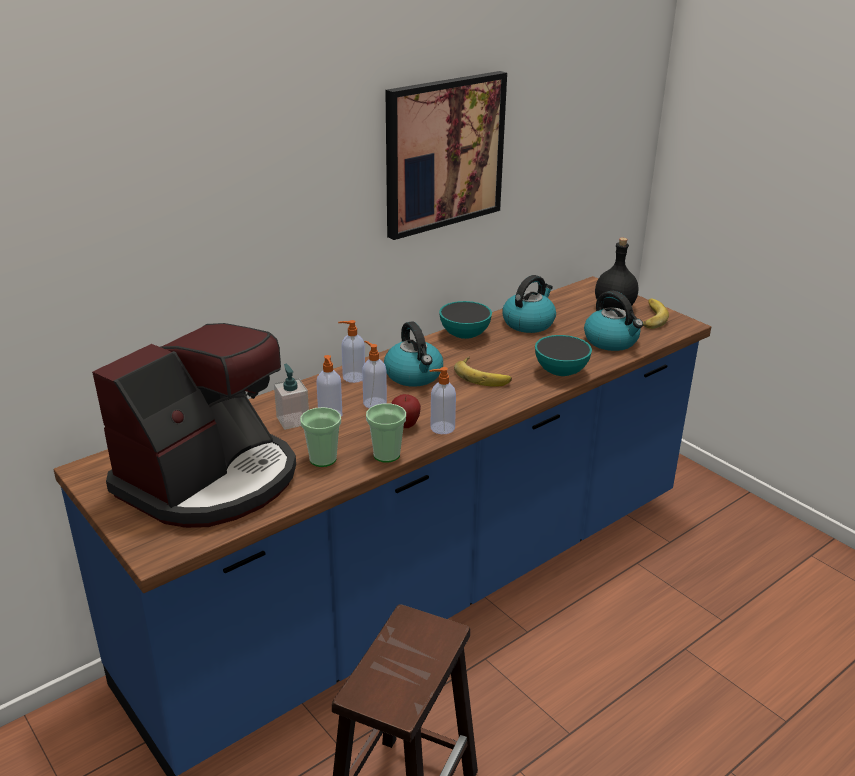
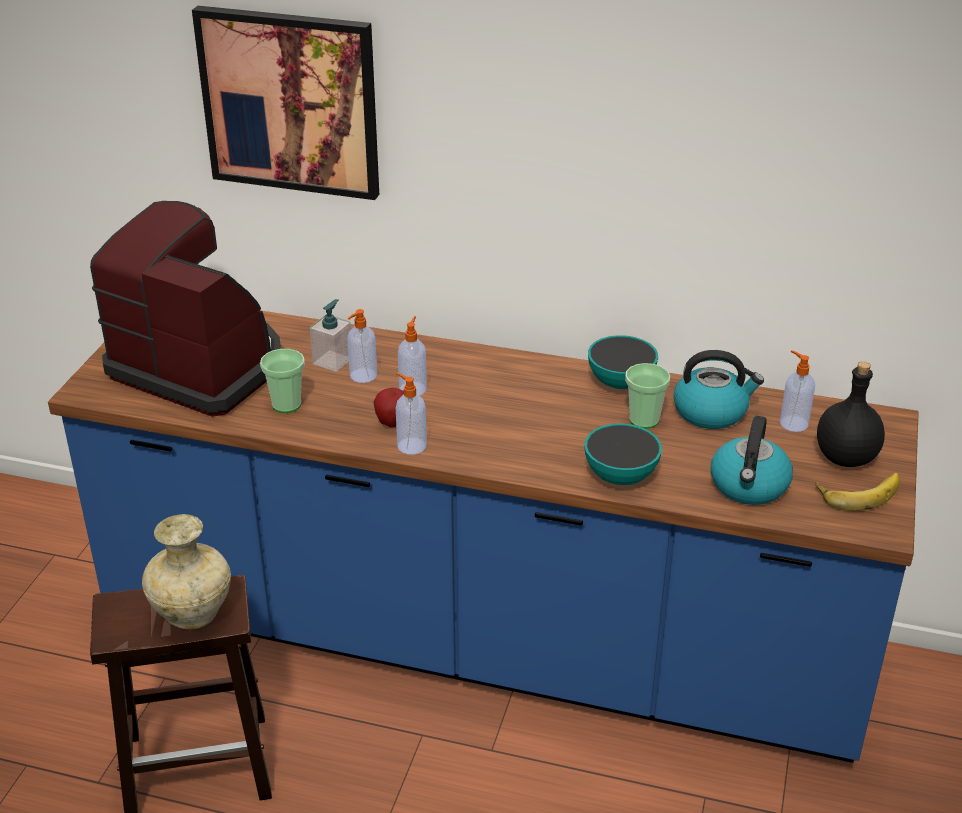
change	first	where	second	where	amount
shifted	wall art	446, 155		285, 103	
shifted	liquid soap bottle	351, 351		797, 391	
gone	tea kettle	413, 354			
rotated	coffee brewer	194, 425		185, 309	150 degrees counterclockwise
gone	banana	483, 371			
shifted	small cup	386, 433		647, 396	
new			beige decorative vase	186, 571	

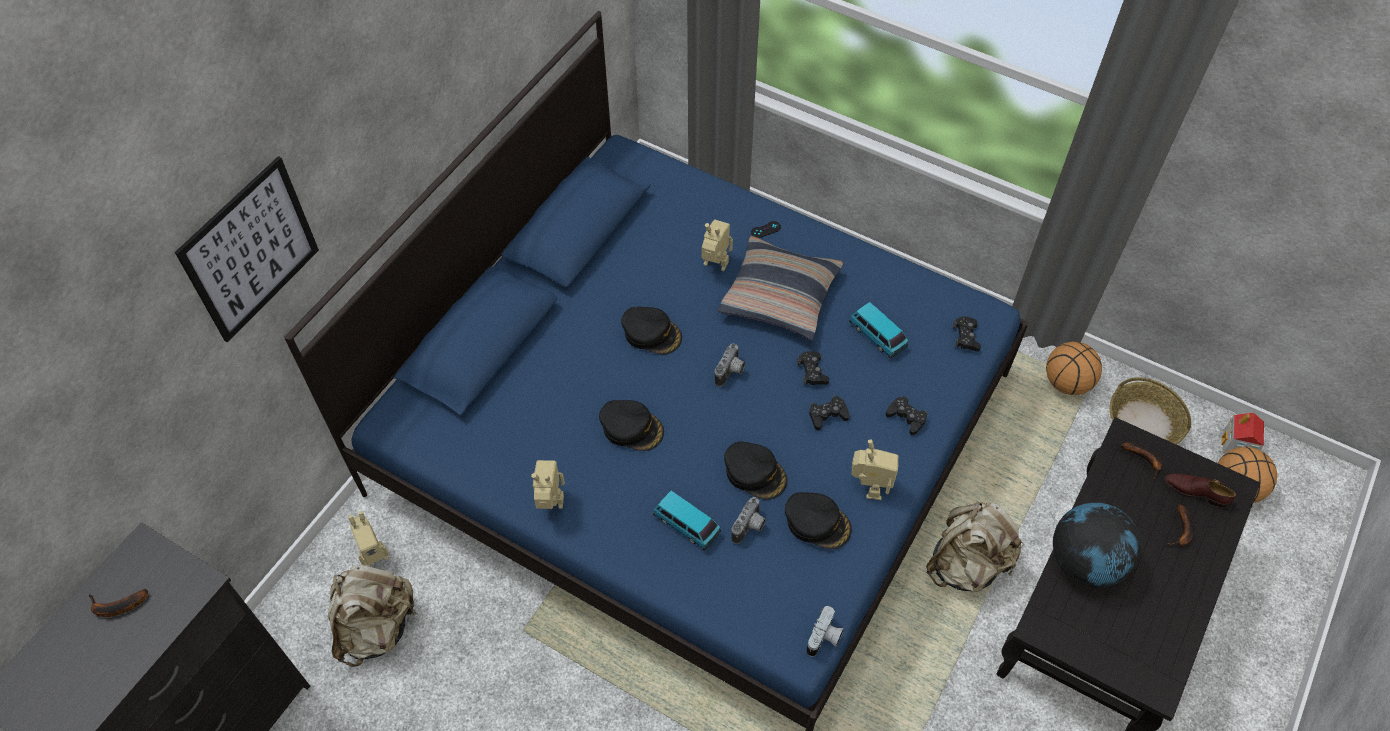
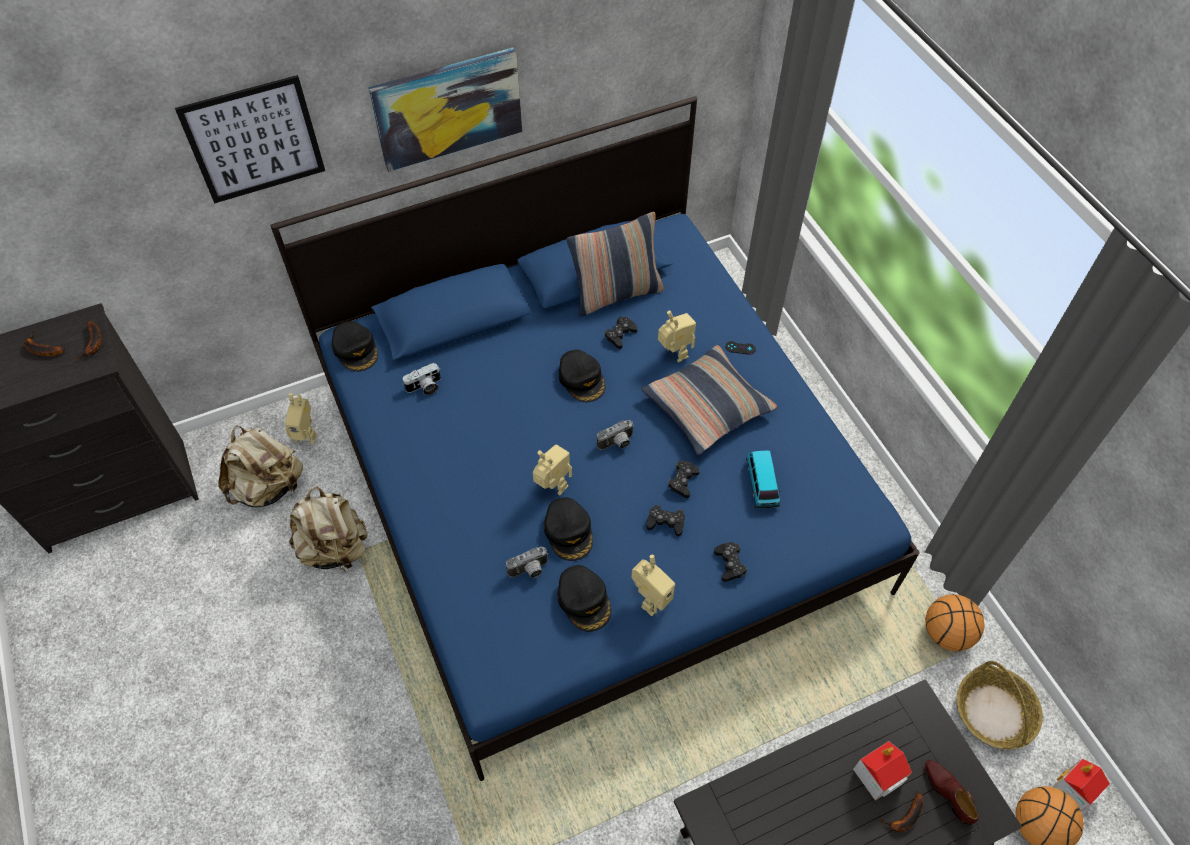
change	first	where	second	where	amount
shifted	black gamepad	967, 334		621, 332	
shifted	black baseball cap	631, 425		355, 346	
shifted	banana	1141, 461		88, 340	
shifted	model robot	548, 484		552, 470	
gone	miniature car	687, 521			
shifted	beige knapsack	975, 547		328, 529	
gone	world globe	1097, 545			
shifted	photo camera	825, 631		422, 379	
new			wall art	445, 109	
new			throw pillow	615, 264	
new			miniature house	882, 771	

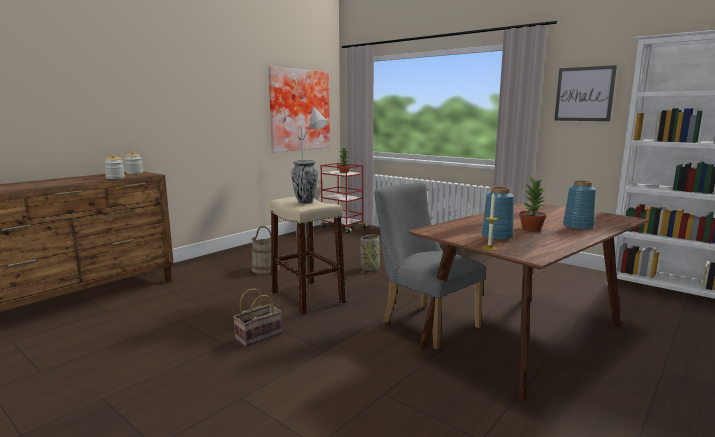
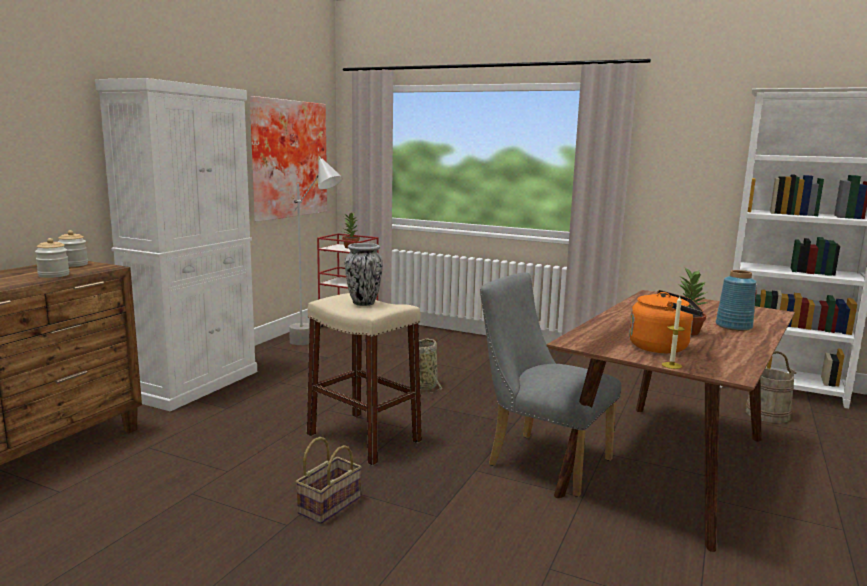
change	first	where	second	where	amount
gone	wall art	585, 93			
swapped	bluish decorative vase	498, 213	orange tea kettle	666, 321	
shifted	beige water bucket	265, 250		771, 387	
new			white-coloured storage cabinet	176, 244	

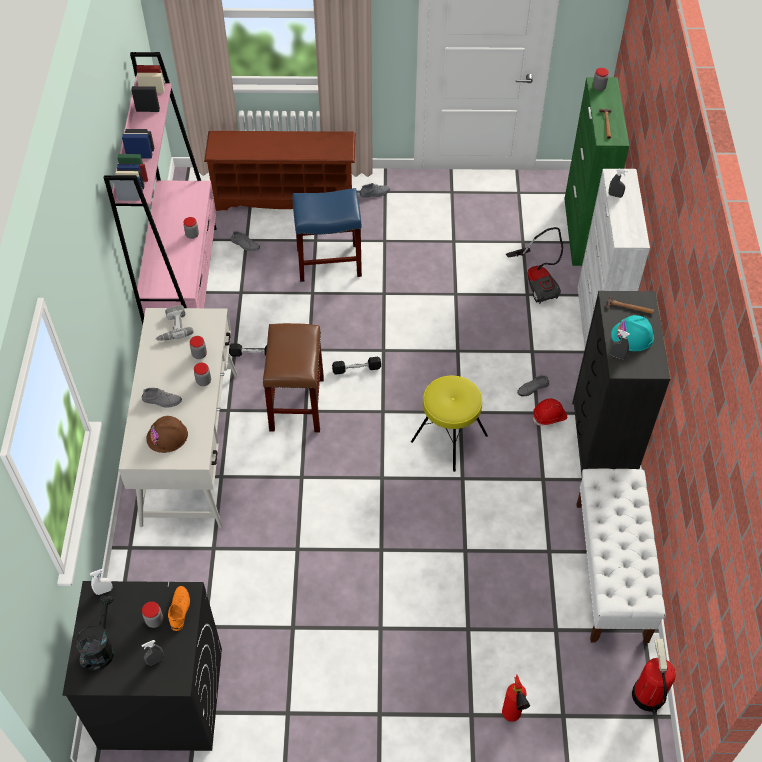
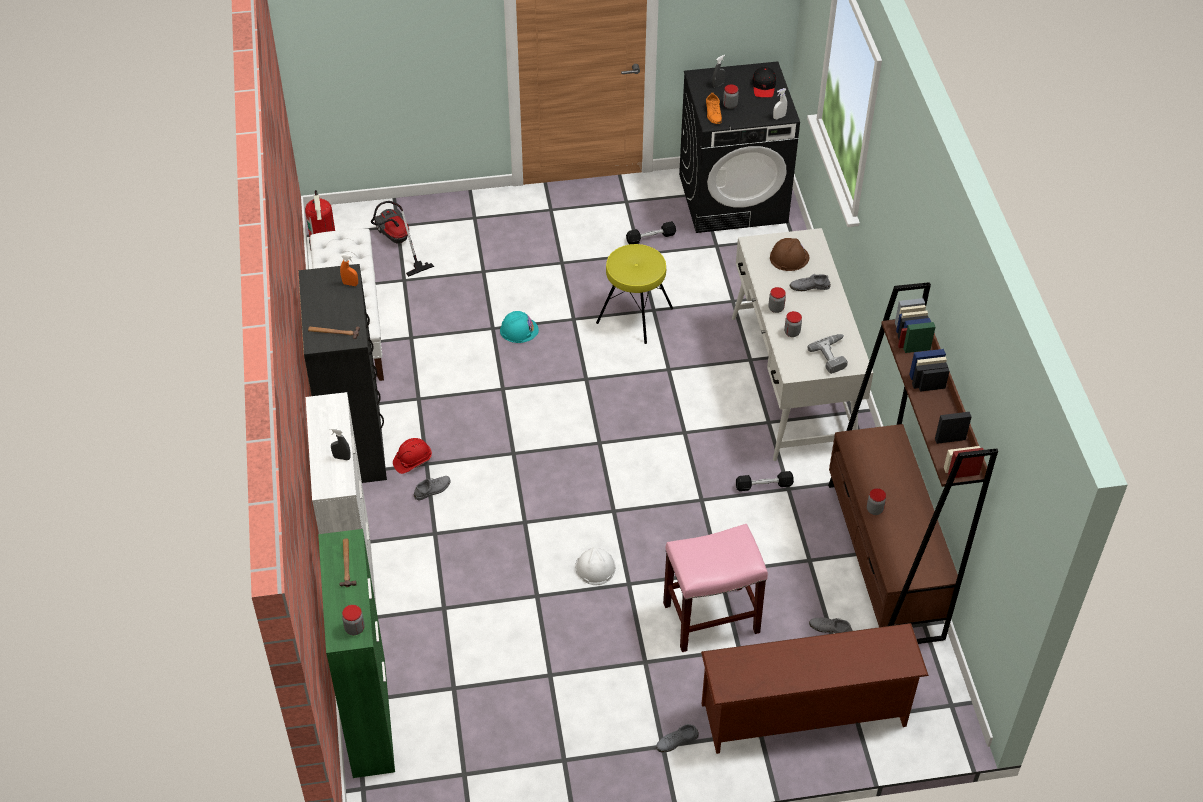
change	first	where	second	where	amount
repainted	pink-coloured shelving unit	160, 188	brown shelving unit	913, 463	
repainted	bluish stool seat	327, 235	pink-coloured stool seat	715, 588	
shifted	vacuum	534, 265		402, 239	
shifted	turquoise-coloured safety helmet	632, 333		519, 327	
gone	brown stool seat	293, 378			
repainted	gray sprayer	619, 344	orange sprayer	349, 270	
shifted	black free weight	356, 366		651, 232	
shifted	yellow-coloured stool seat	449, 424		634, 294	
swapped	black watering pot	94, 633	black baseball cap	764, 82	
gone	extinguisher	516, 698			
new			white-coloured safety helmet	595, 566	

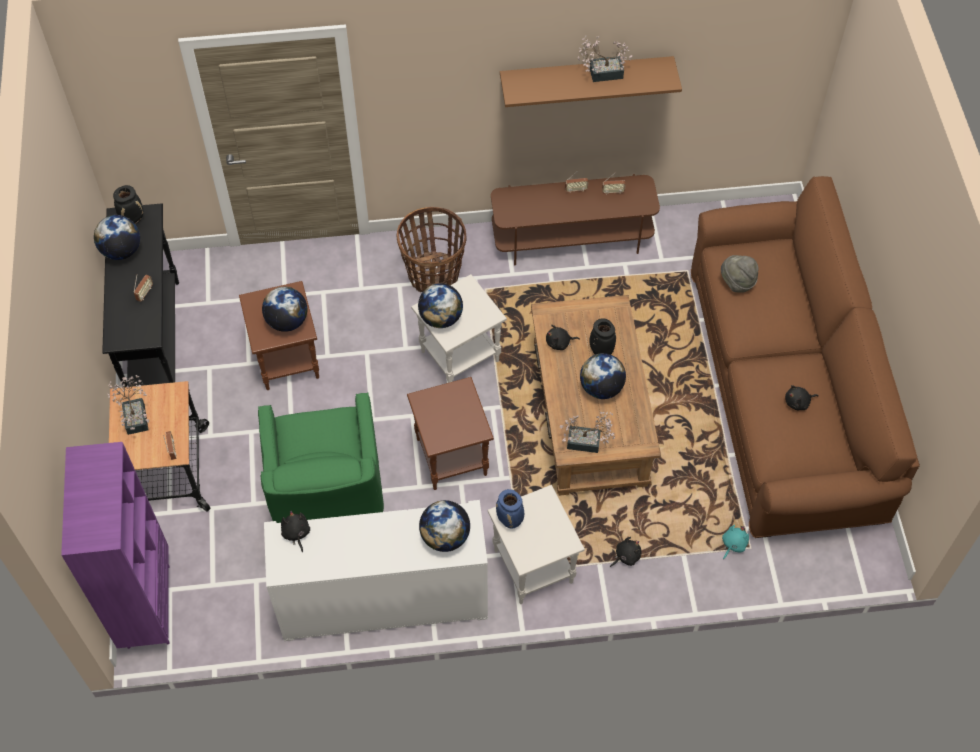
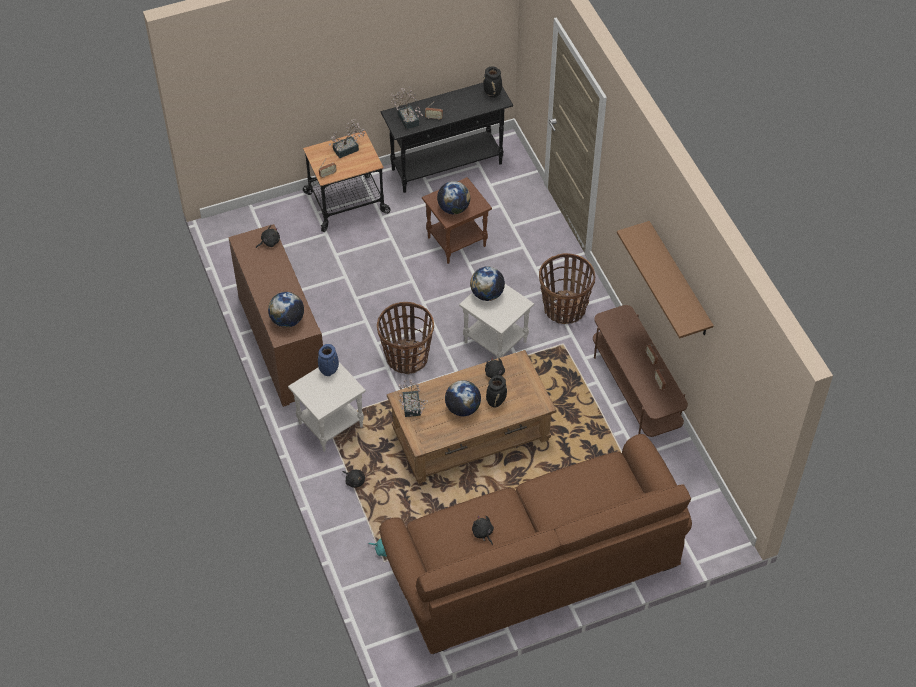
change	first	where	second	where	amount
shifted	houseplant	605, 58		407, 107	
gone	world globe	117, 237			
gone	gray clothing hat	740, 274			
swapped	brown end table	450, 433	basket	405, 338	
gone	green lounge chair	321, 457			
gone	purple-coloured shelving unit	115, 545			
repainted	white-coloured storage cabinet	376, 570	brown storage cabinet	275, 315	

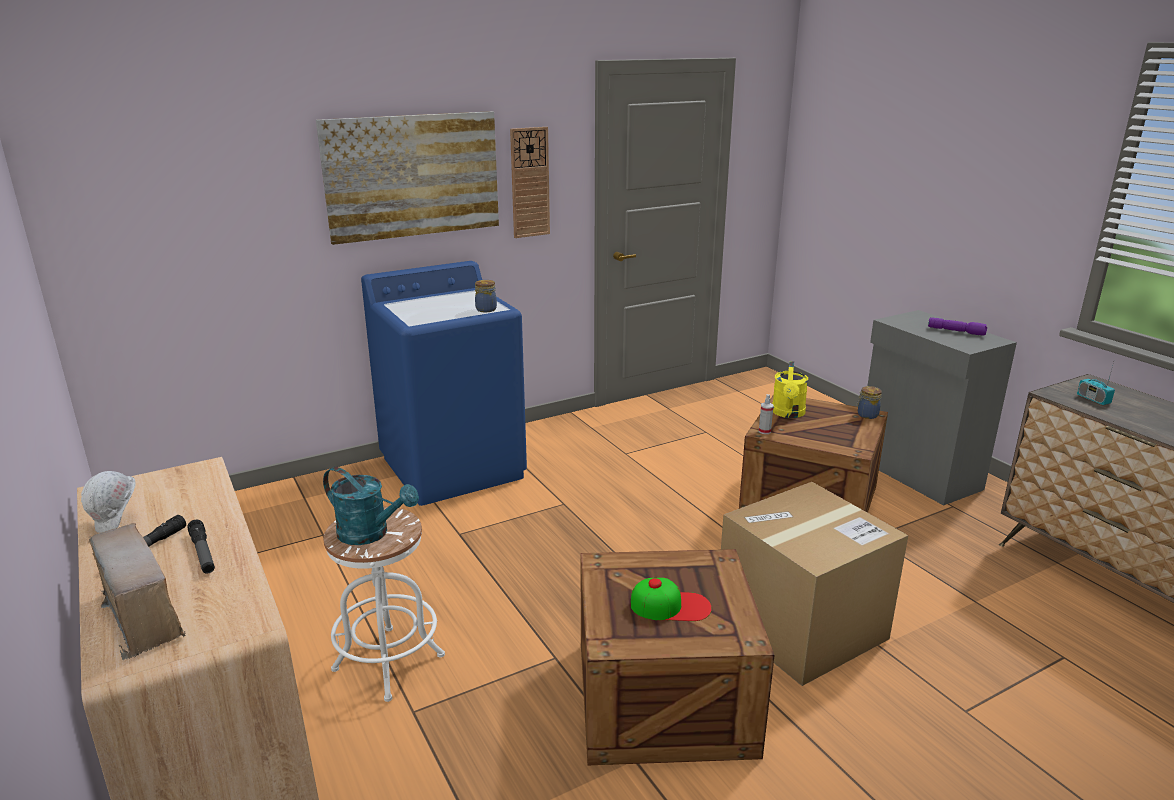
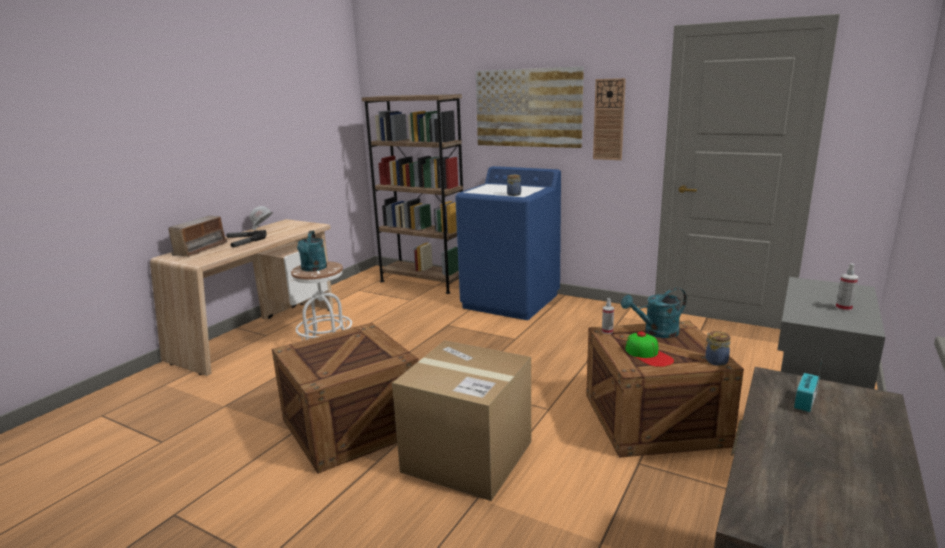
change	first	where	second	where	amount
swapped	purple-coloured hand torch	957, 326	sprayer	847, 287	
repainted	yellow-coloured watering pot	790, 389	turquoise-coloured watering pot	654, 313	
shifted	baseball cap	671, 599		649, 349	
new			brown shelving unit	412, 194	

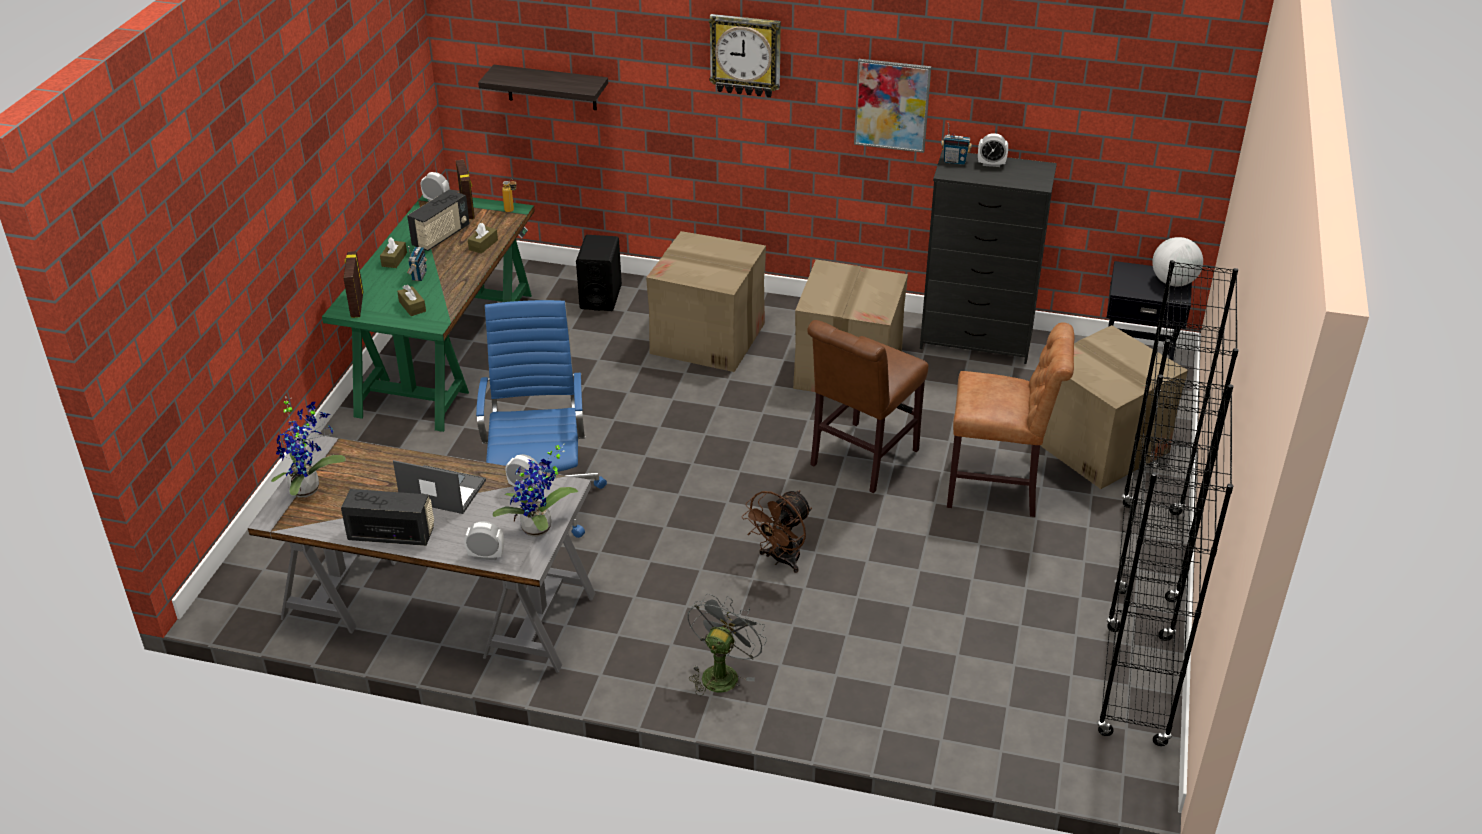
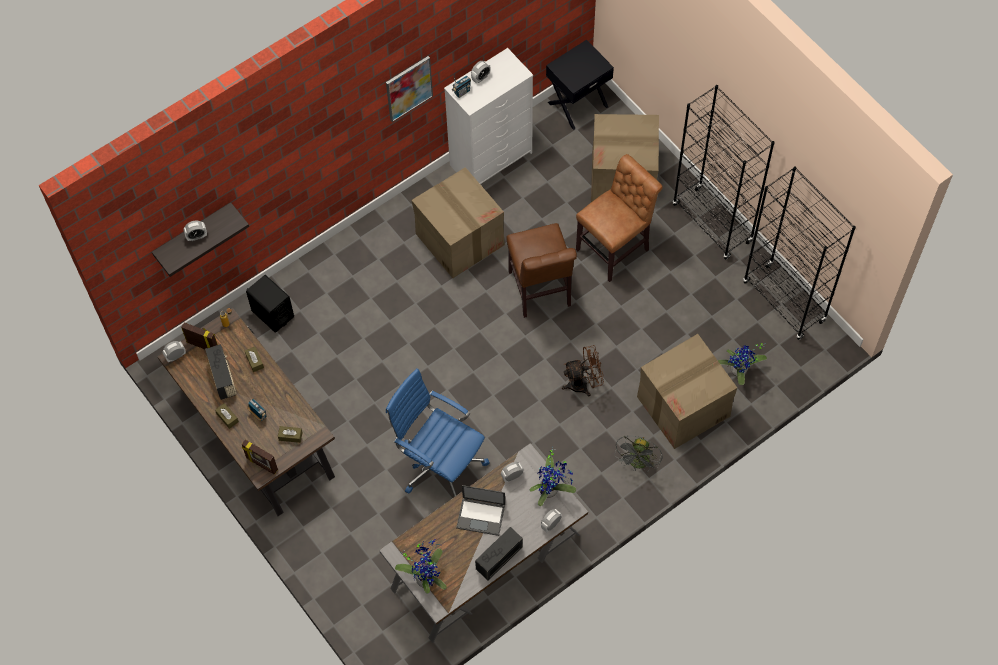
change	first	where	second	where	amount
gone	clock on the wall	745, 56			
repainted	black drawer chest	988, 257	white-coloured drawer chest	488, 116	
repainted	green desk	428, 313	brown desk	246, 412	
shifted	carton	706, 301		687, 391	
gone	world globe	1177, 261			
rotated	laptop	439, 487		480, 510	135 degrees counterclockwise
rotated	brown cooling fan	777, 531		583, 370	90 degrees counterclockwise
rotated	gray cooling fan	727, 645		638, 454	135 degrees counterclockwise
new			bedside clock	195, 231	
new			houseplant	742, 364	

